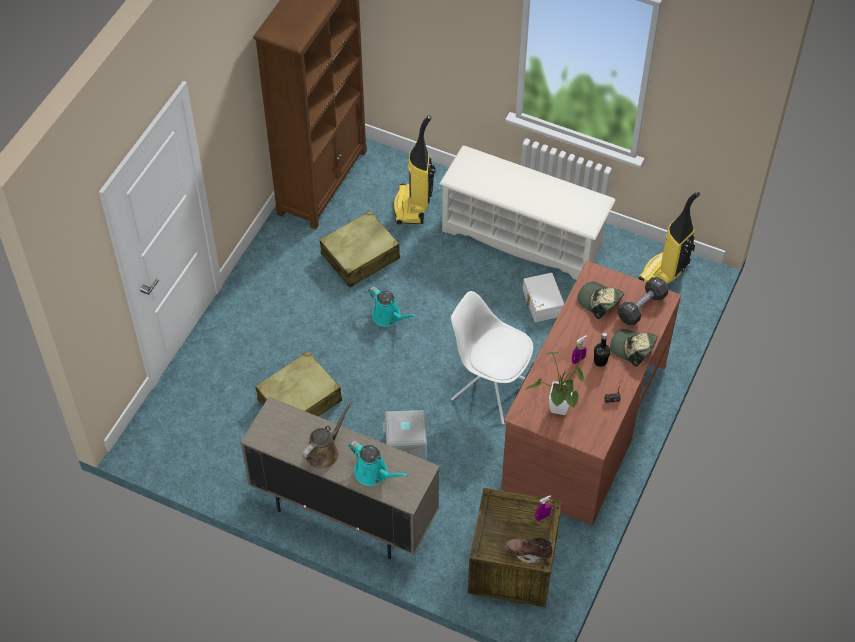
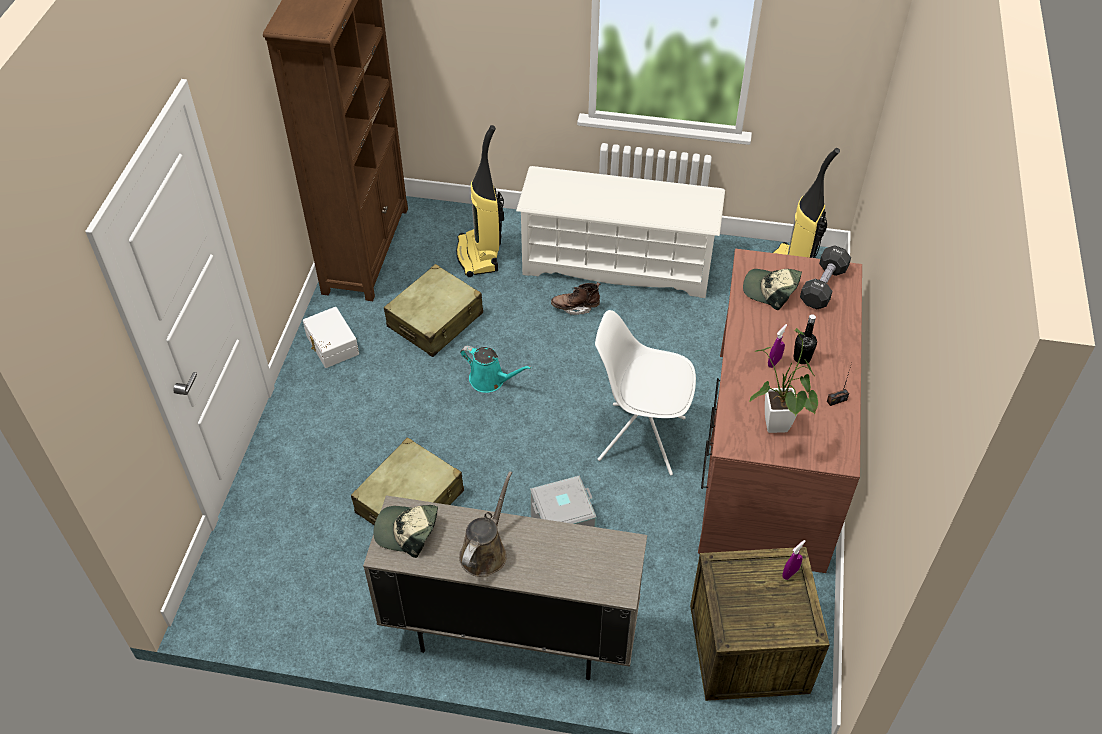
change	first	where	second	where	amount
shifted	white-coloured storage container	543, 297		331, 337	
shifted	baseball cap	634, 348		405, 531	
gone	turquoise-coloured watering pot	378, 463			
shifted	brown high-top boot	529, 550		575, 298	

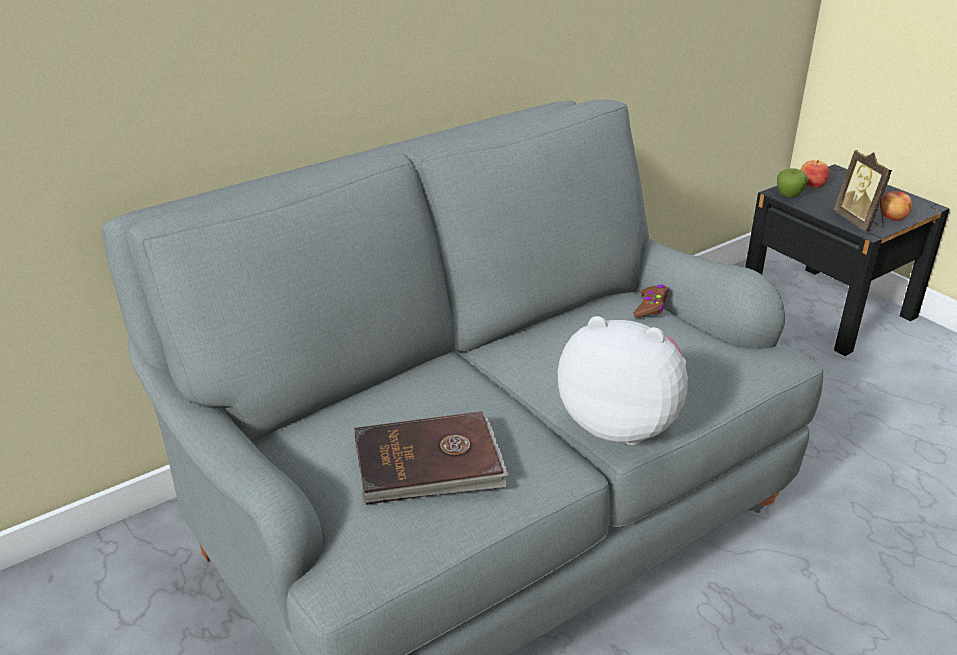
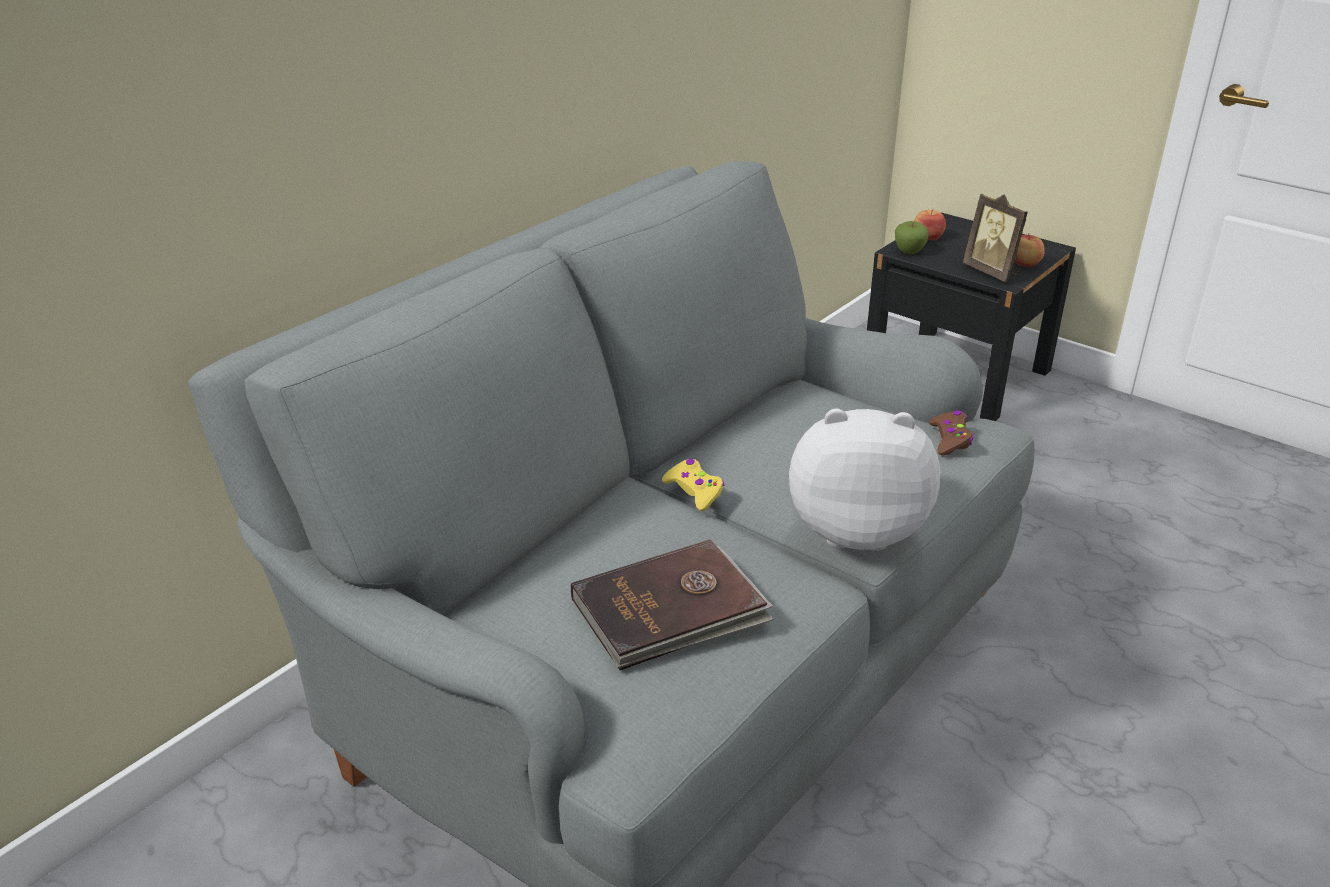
change	first	where	second	where	amount
shifted	brown gamepad	651, 301		951, 432	
new			yellow-coloured gamepad	693, 485	

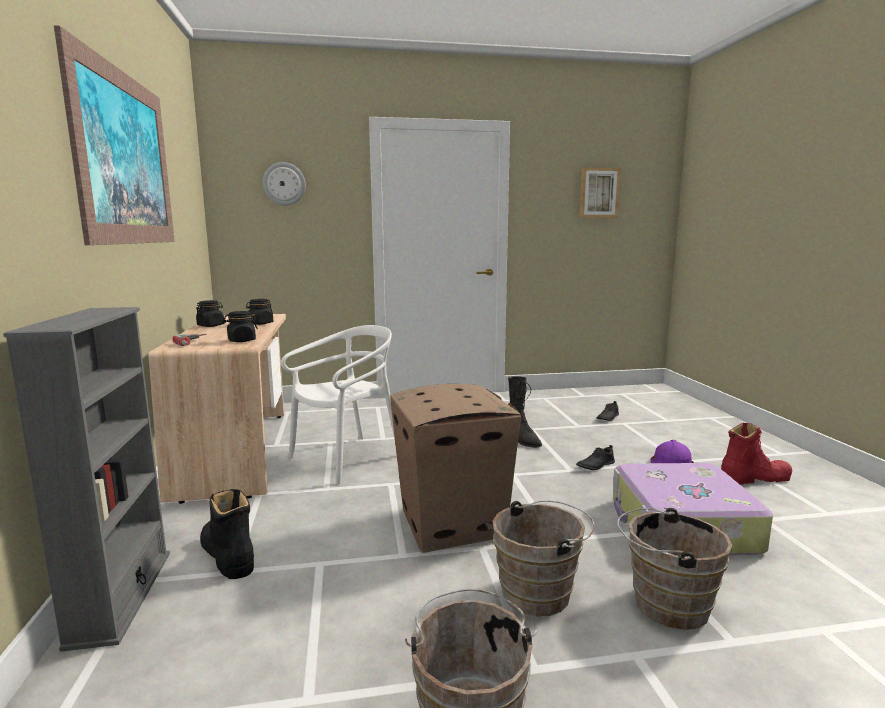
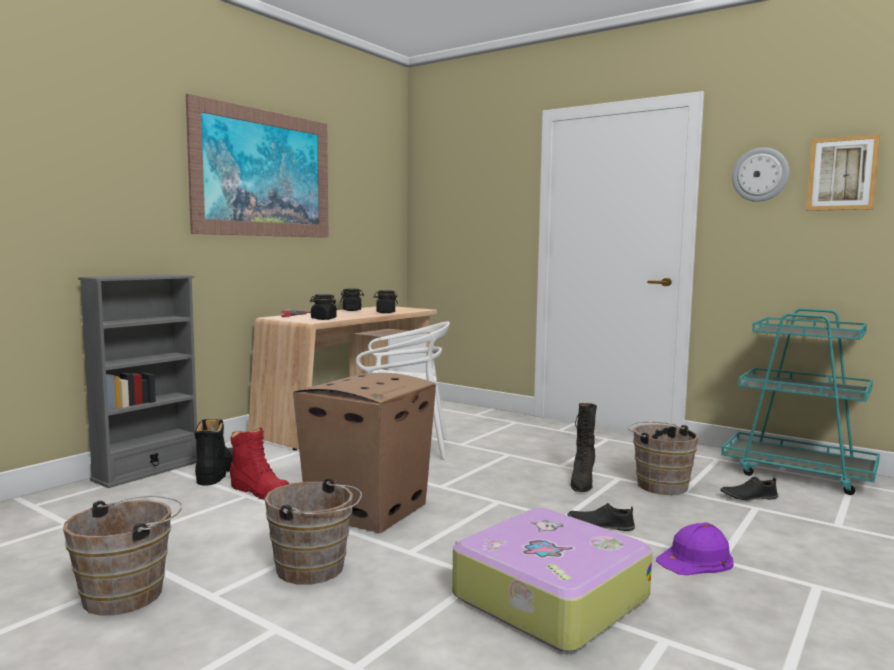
change	first	where	second	where	amount
shifted	clock on the wall	284, 184		760, 174	
shifted	red high-top boot	756, 453		259, 463	
shifted	brown water bucket	674, 568		663, 458	
new			turquoise-coloured cart	800, 401	

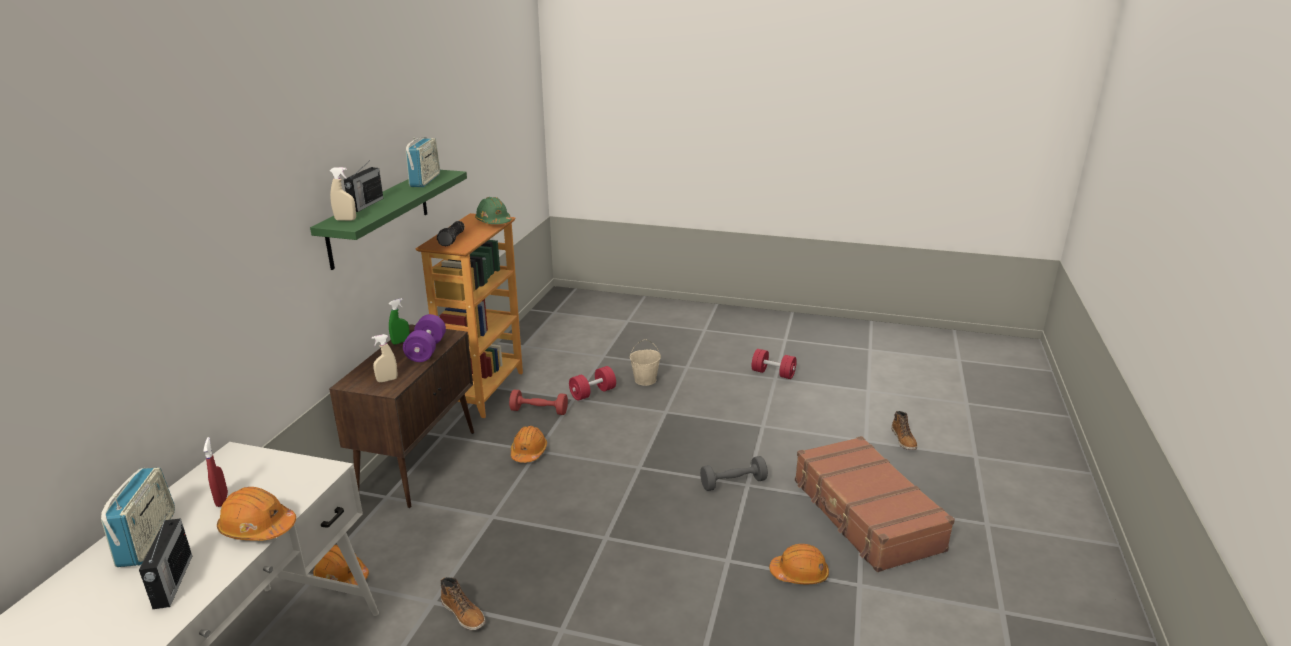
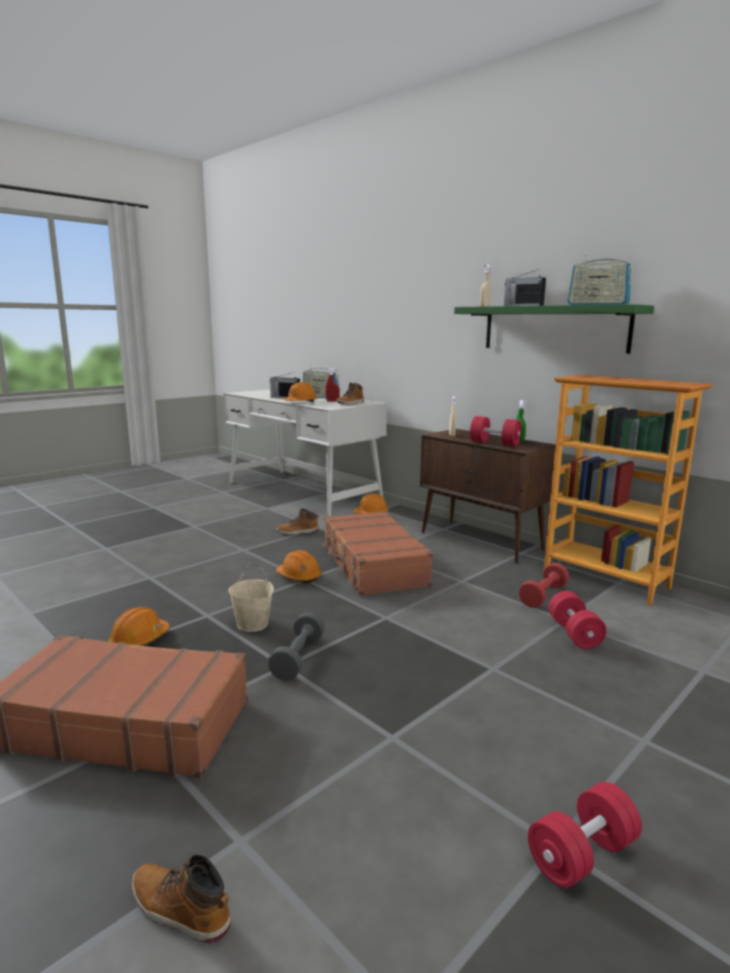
change	first	where	second	where	amount
gone	green safety helmet	493, 210			
gone	hand torch	451, 233			
repainted	purple-coloured free weight	424, 338	red free weight	496, 431	
shifted	beige water bucket	645, 362		251, 597	
shifted	orange safety helmet	529, 444		299, 566	
new			high-top boot	350, 393	
new			brown suitcase	377, 553	

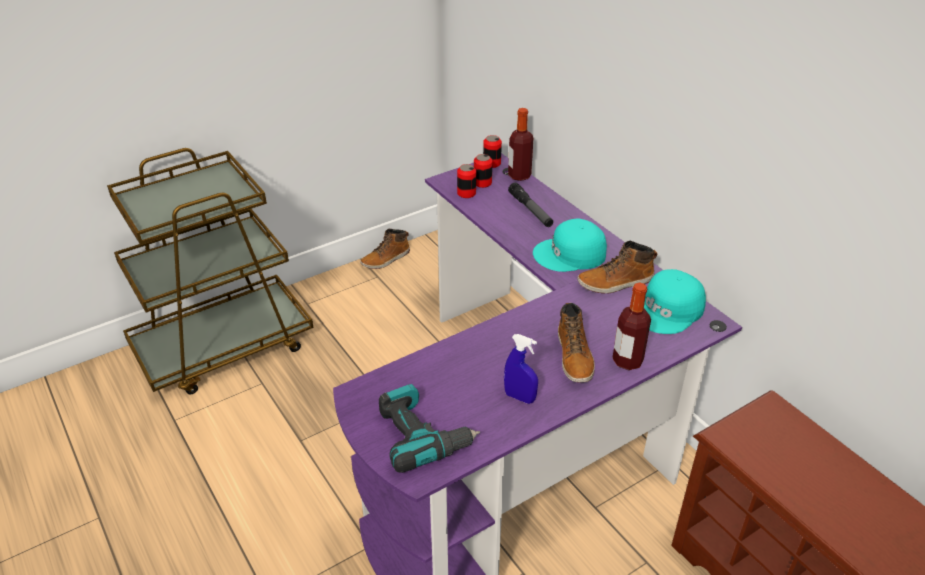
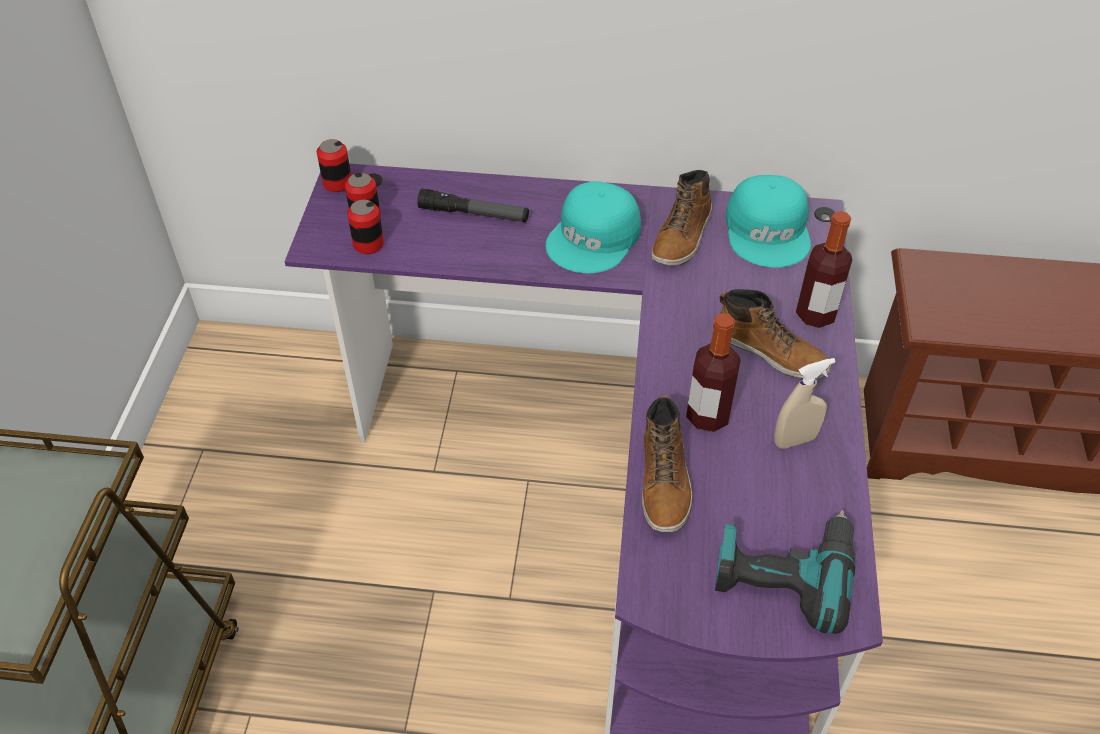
change	first	where	second	where	amount
shifted	bottle	520, 144		713, 372	
shifted	high-top boot	385, 249		667, 464	
repainted	bluish sprayer	521, 369	beige sprayer	805, 403	

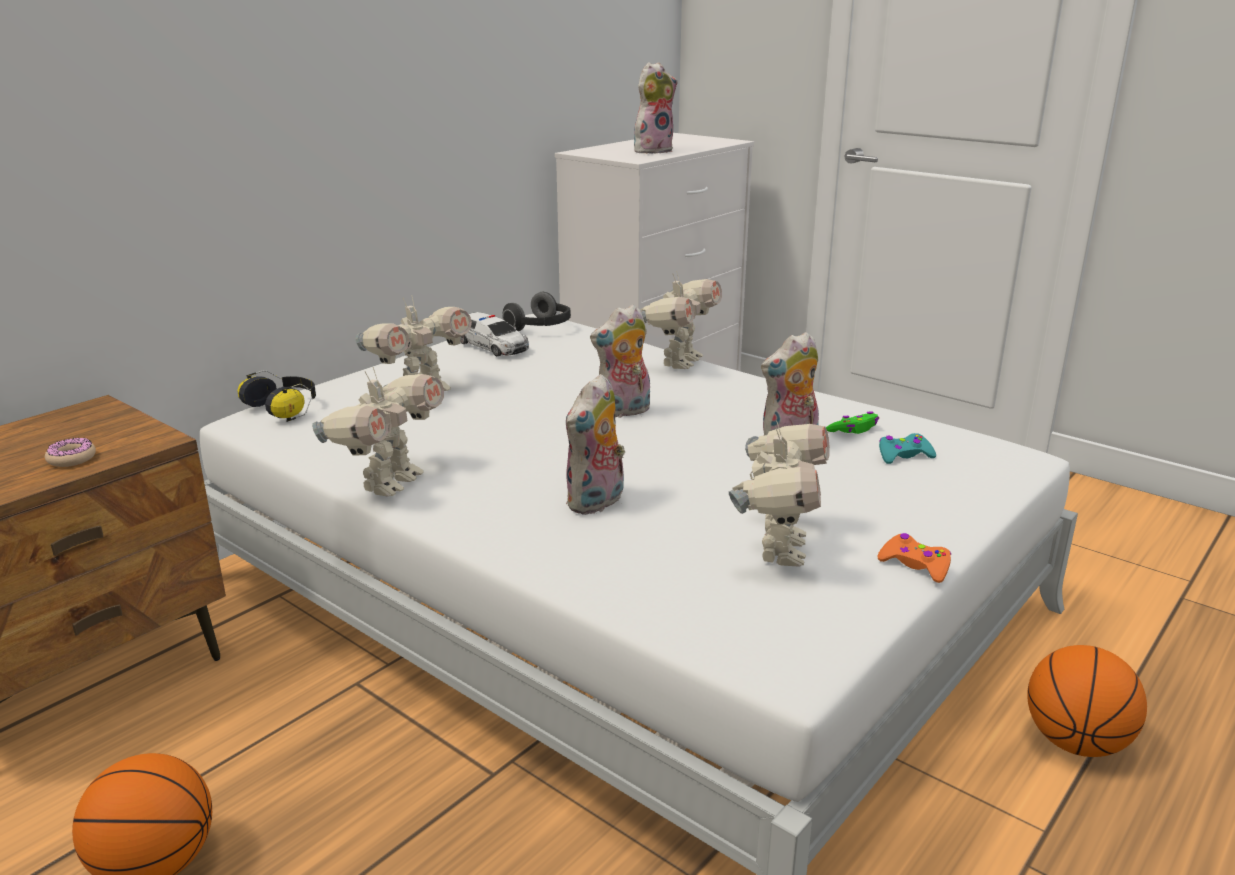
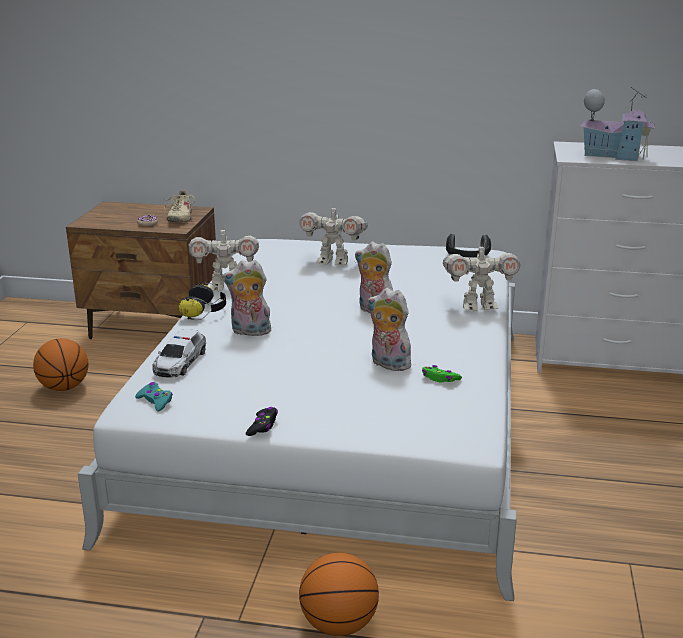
change	first	where	second	where	amount
swapped	soft toy	656, 108	miniature house	618, 124	
shifted	miniature car	494, 334		179, 353	
shifted	headphones	276, 396		202, 301	
gone	model robot	779, 494			
shifted	turquoise-coloured gamepad	907, 448		154, 396	
repainted	orange gamepad	914, 558	black gamepad	262, 421	
new			beige item of footwear	179, 206	

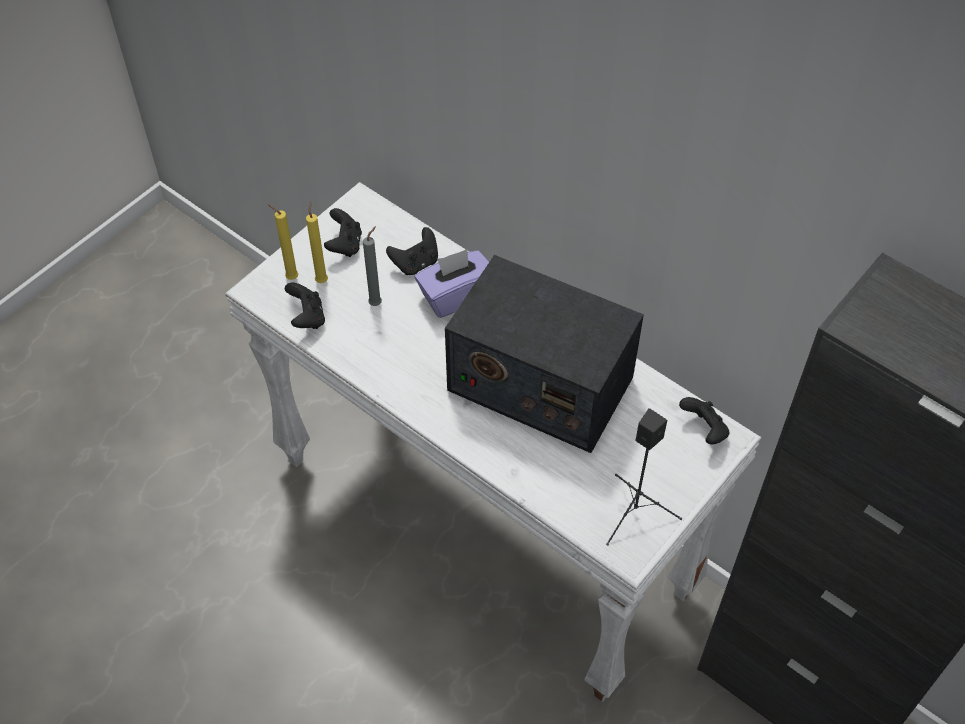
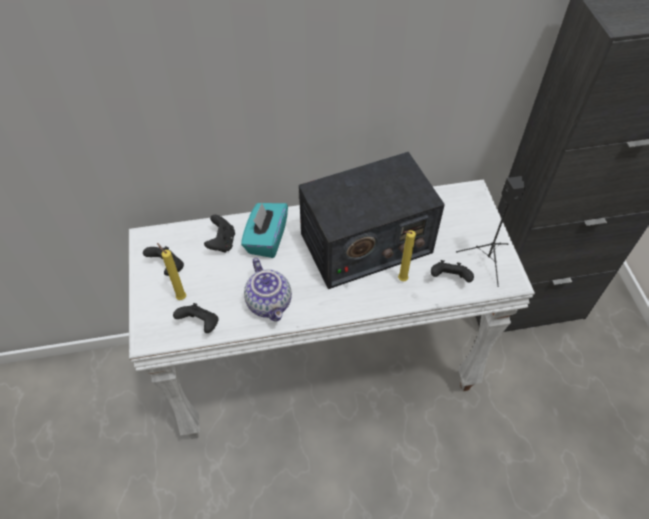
change	first	where	second	where	amount
shifted	yellow-coloured wax candle	283, 242		407, 255	
gone	gray wax candle	372, 266			
repainted	purple-coloured tissue box	452, 283	turquoise-coloured tissue box	264, 230	
shifted	black gamepad	704, 421		452, 271	
new			tea pot	268, 290	

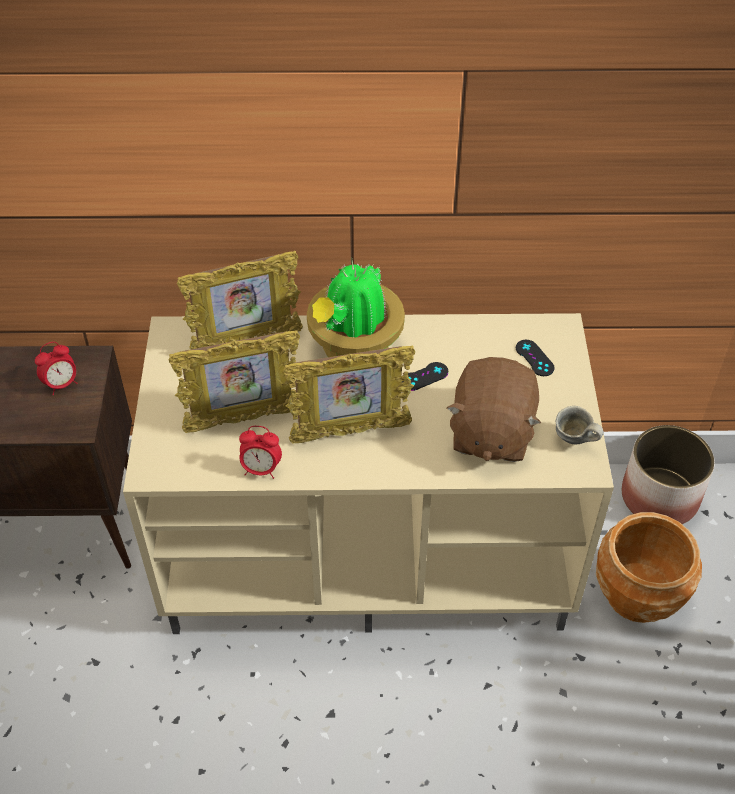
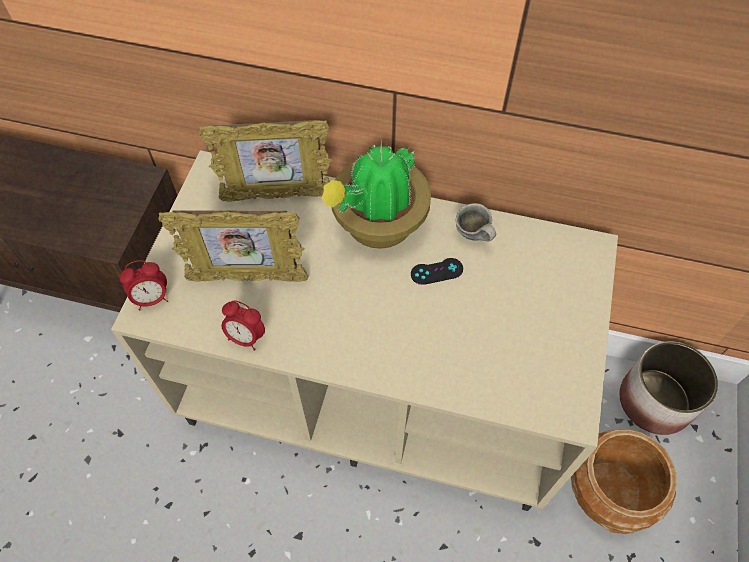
change	first	where	second	where	amount
gone	black gamepad	535, 358			
shifted	bedside clock	56, 368		143, 285	
gone	picture frame	349, 395			
gone	brown soft toy	493, 409			
shifted	gray tea mug	580, 425		476, 222	

